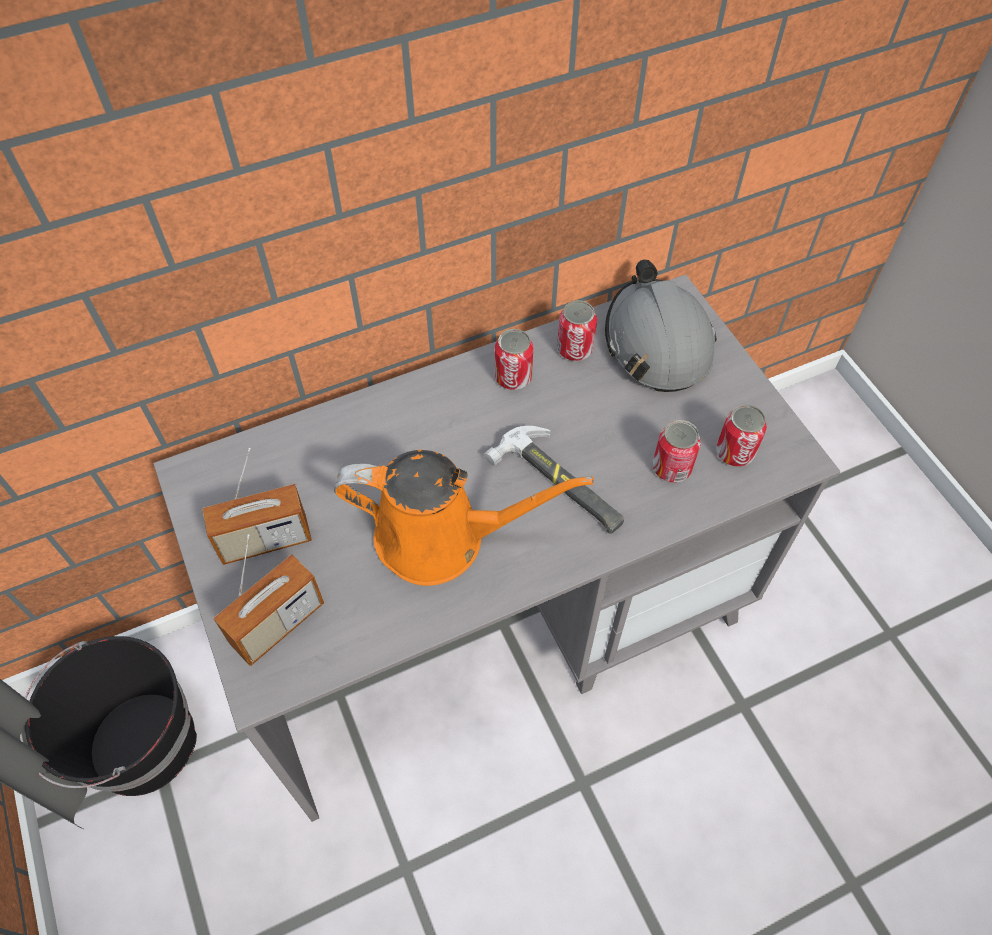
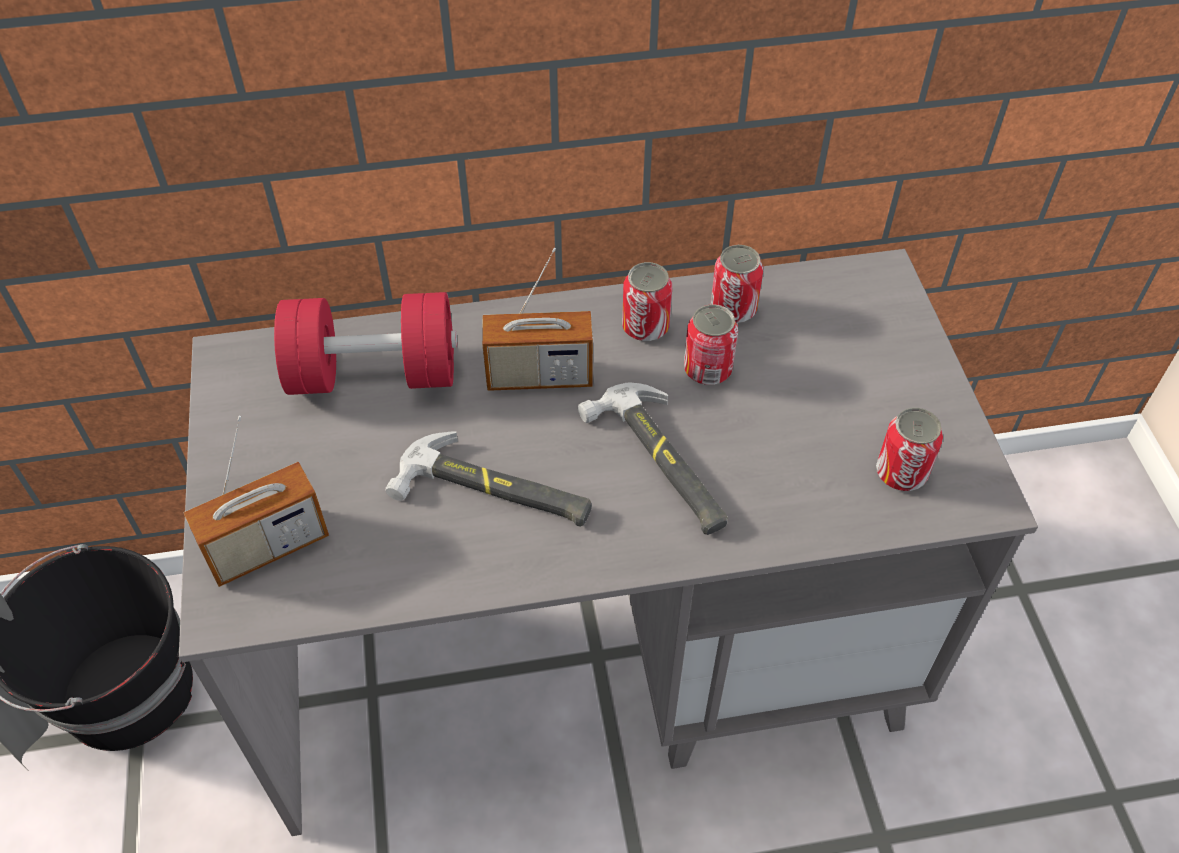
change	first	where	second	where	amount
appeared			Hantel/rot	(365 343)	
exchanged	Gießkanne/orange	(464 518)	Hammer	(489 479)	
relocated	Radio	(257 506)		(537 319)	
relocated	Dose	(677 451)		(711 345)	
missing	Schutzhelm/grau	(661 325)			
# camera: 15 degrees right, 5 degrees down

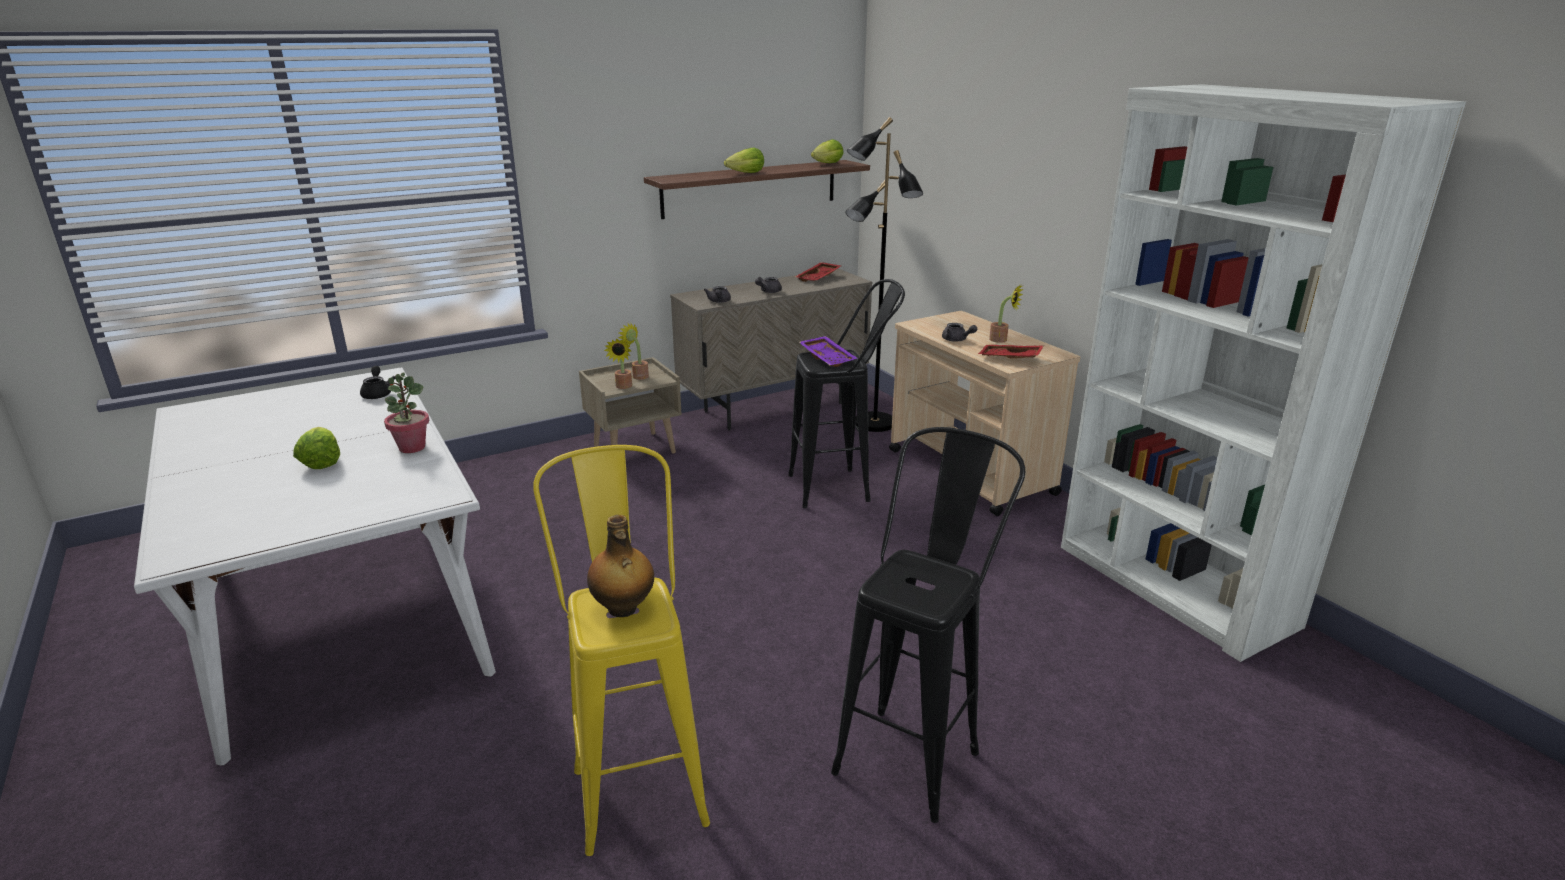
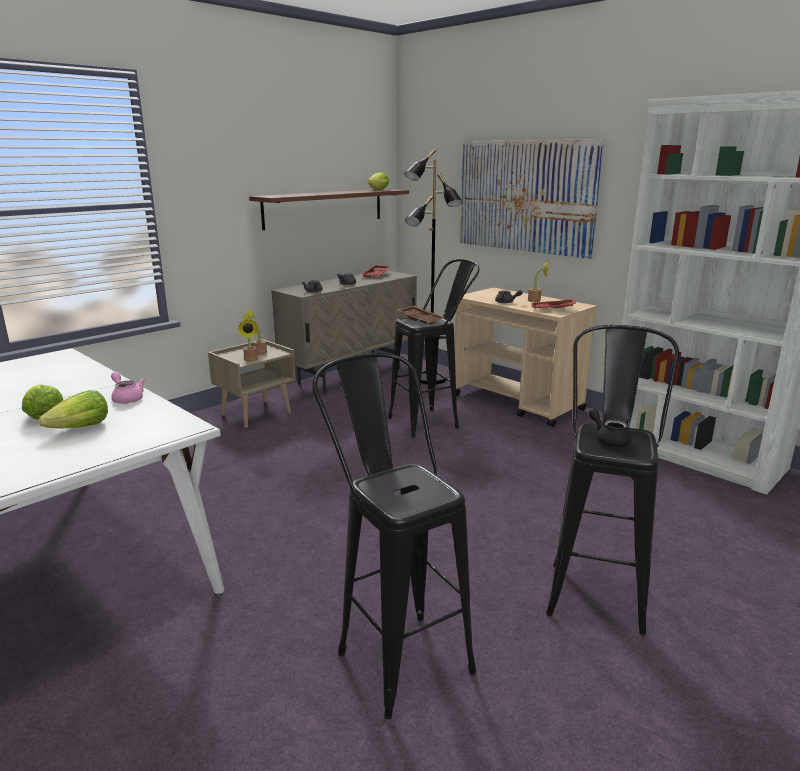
change	first	where	second	where	amount
relocated	Salatkopf	(744 160)		(73 409)	
exchanged	Topfpflanze	(406 413)	Teekanne/rosa	(128 388)	
colour	Hocker/gelb	(621 650)	Hocker/schwarz	(394 536)	
colour	Tablett/lila	(828 351)	Tablett/braun	(422 315)	
appeared			Bild	(532 199)	
relocated	Teekanne/schwarz	(377 382)		(610 427)	
missing	Flasche	(620 566)			
# camera: 15 degrees left, 5 degrees down

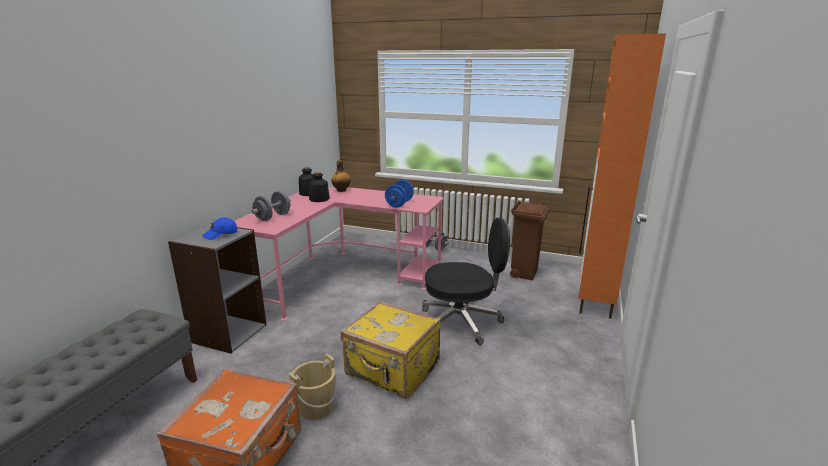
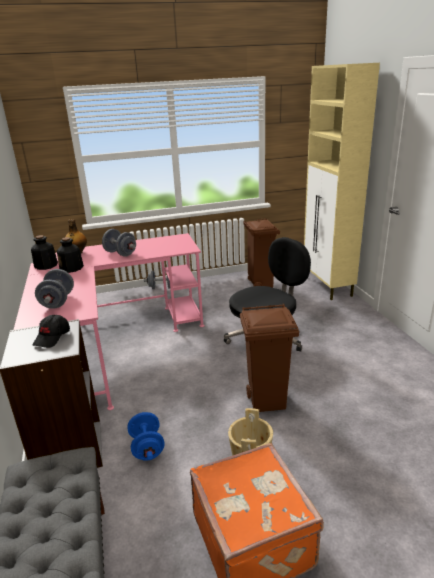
change	first	where	second	where	amount
colour	Kappe/blau	(219 228)	Kappe/schwarz	(51 331)	
appeared			Hantel/grau	(119 243)	
relocated	Hantel/blau	(399 194)		(146 436)	
exchanged	Koffer/gelb	(391 350)	Mülleimer/braun	(269 358)	
colour	Schrank/orange	(622 176)	Schrank/beige	(342 181)	
# camera: 35 degrees left, 5 degrees up

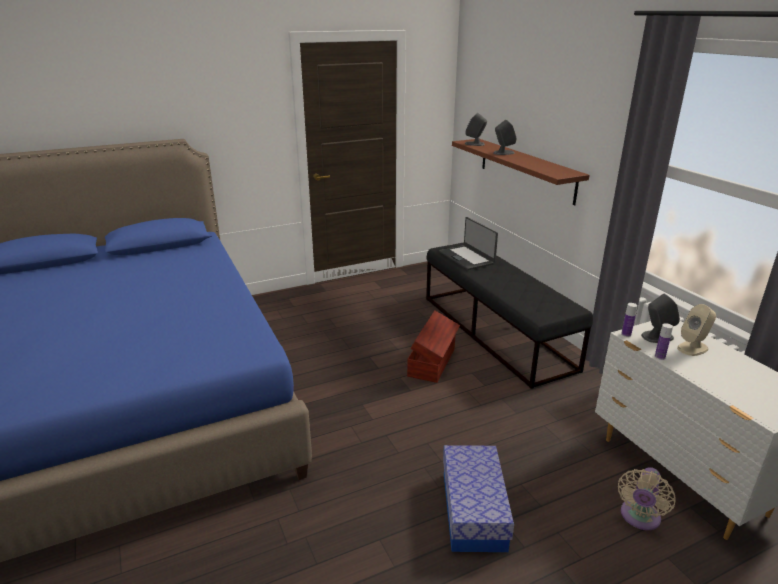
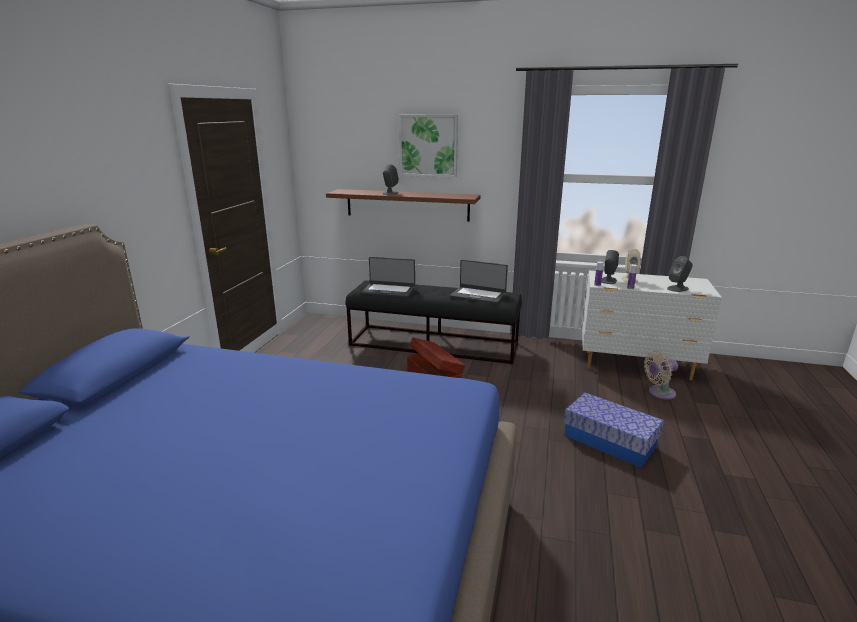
change	first	where	second	where	amount
appeared			Bild	(428 146)	
appeared			Laptop	(479 282)	
spun	Ventilator/beige	(647 498)		(661 375)	90 degrees clockwise
relocated	Lautsprecher/grau	(476 129)		(680 274)	
# camera: 50 degrees left, 5 degrees down

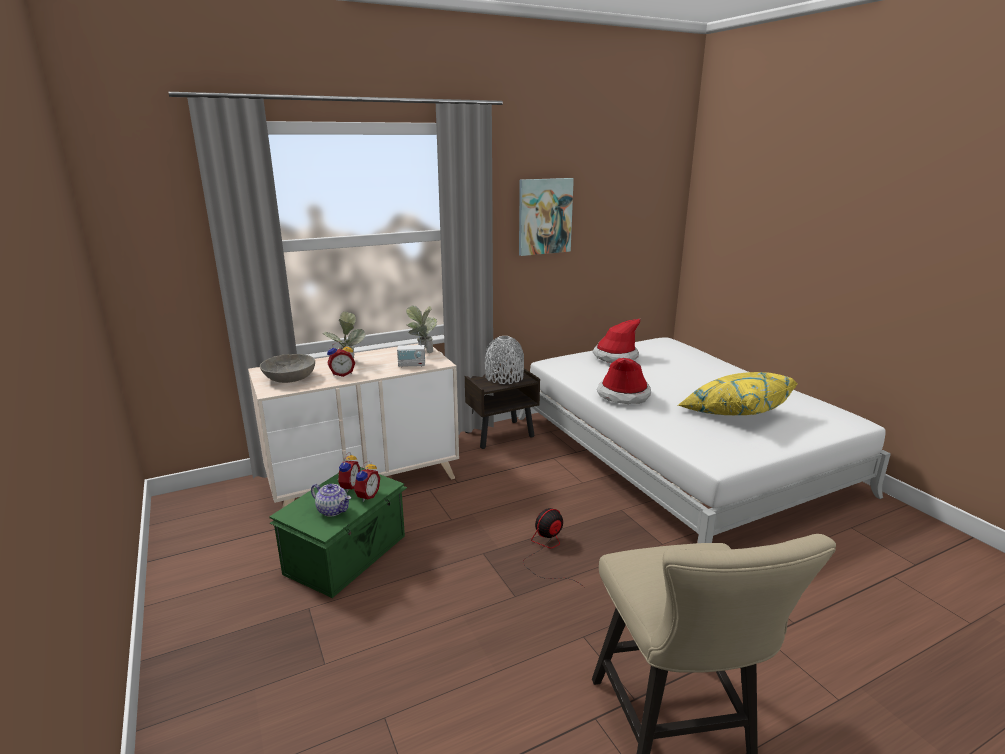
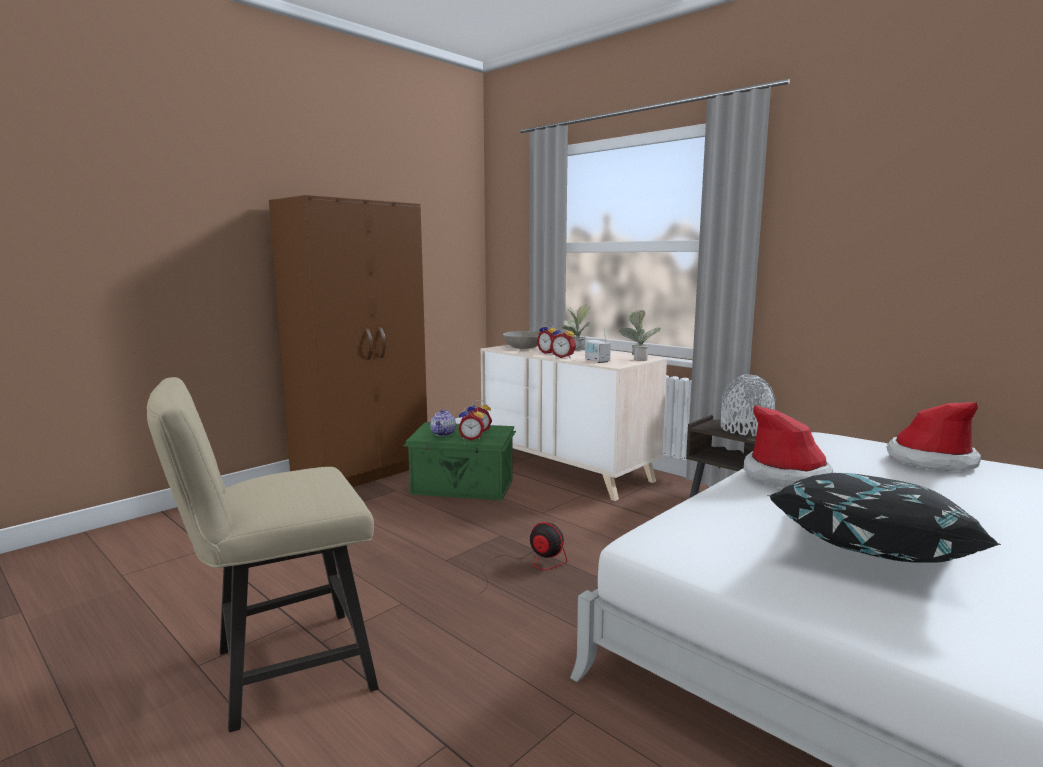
change	first	where	second	where	amount
appeared			Kleiderschrank/braun	(348 341)	
appeared			Wecker	(563 341)	
colour	Kissen/gelb	(738 393)	Kissen/schwarz	(884 518)	
missing	Bild	(546 217)			
# camera: 70 degrees right, 10 degrees down

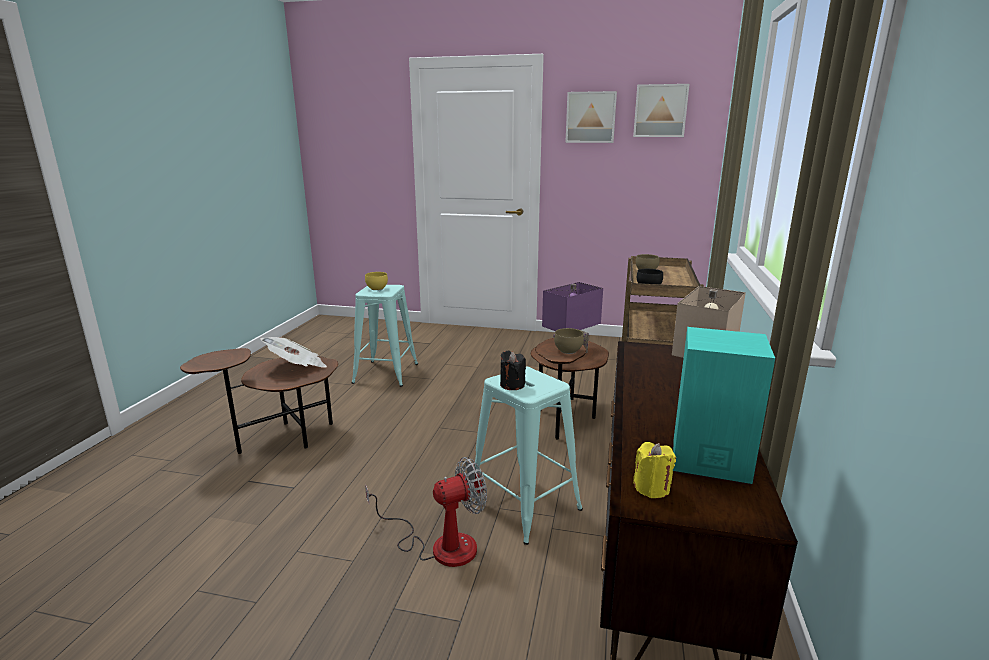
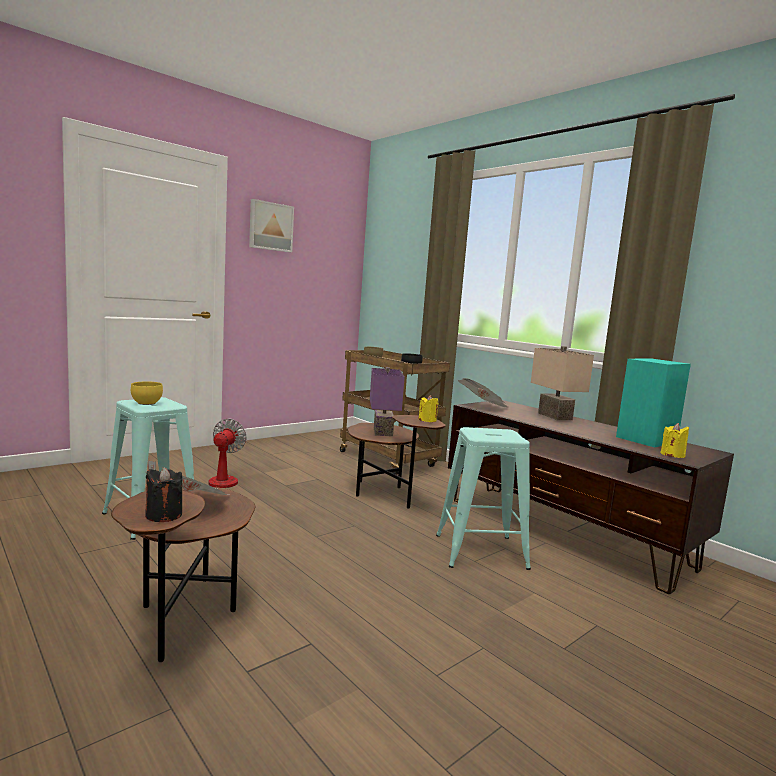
change	first	where	second	where	amount
relocated	Kerze/schwarz	(513 370)		(163 494)	
relocated	Ventilator	(426 512)		(197 453)	
exchanged	Schüssel/braun	(569 341)	Kerze/gelb	(428 408)	
appeared			Zeitung	(483 392)	
missing	Bild	(661 110)			
# camera: 55 degrees left, 10 degrees down

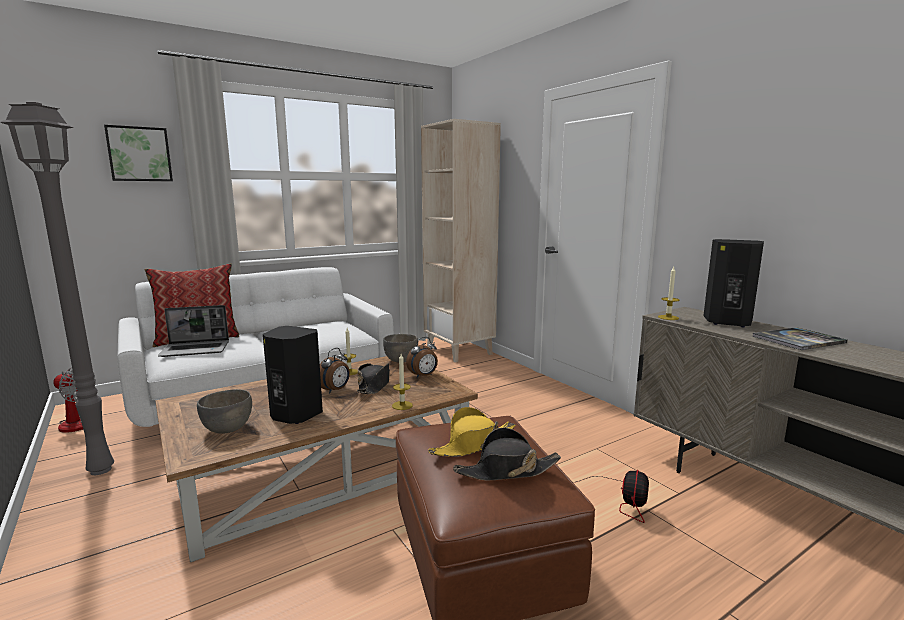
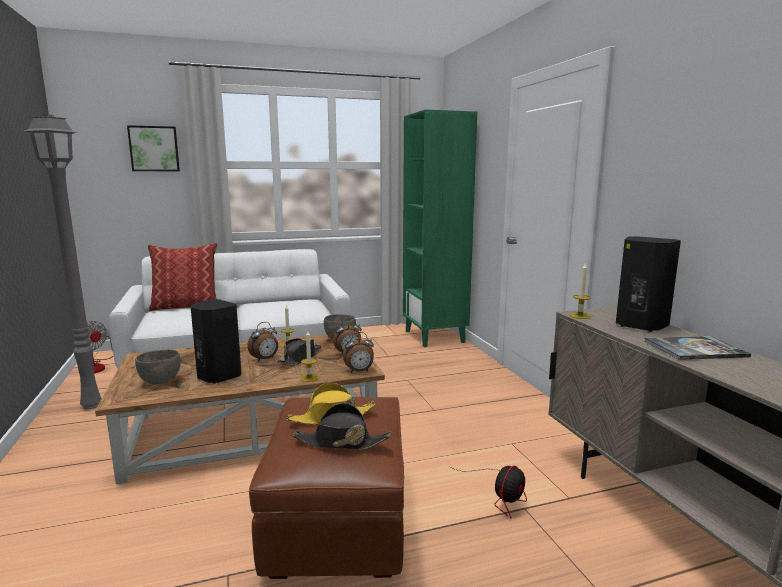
change	first	where	second	where	amount
appeared			Wecker	(358 352)	
colour	Bücherregal/beige	(461 241)	Bücherregal/grün	(440 228)	
missing	Laptop	(193 331)			
# camera: 15 degrees right, 0 degrees up

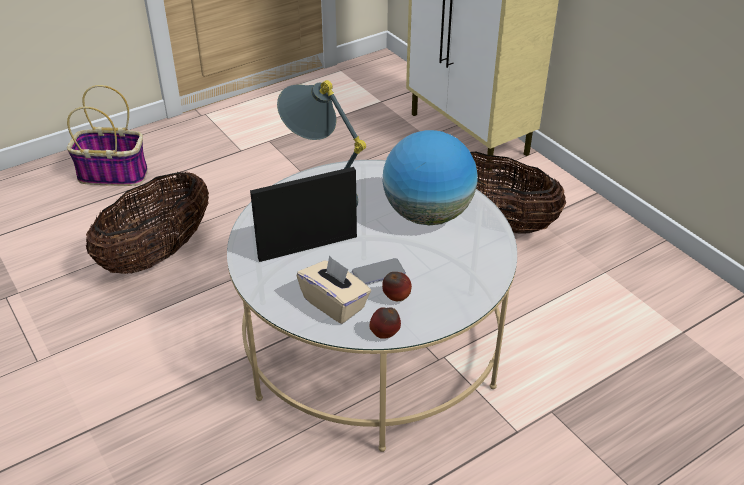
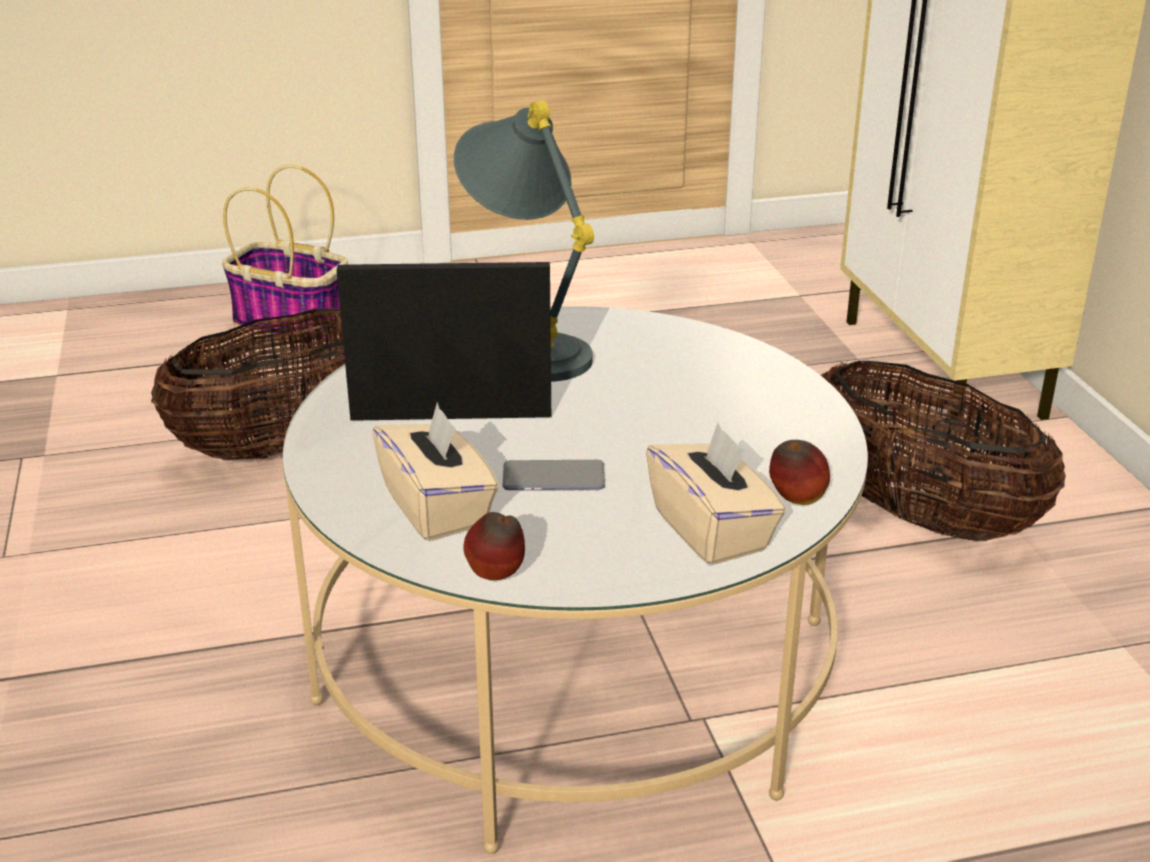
change	first	where	second	where	amount
appeared			Taschentuchbox/beige	(716 494)	
relocated	Apfel	(397 286)		(799 472)	
missing	Globus	(430 177)			
# camera: 20 degrees right, 10 degrees down

